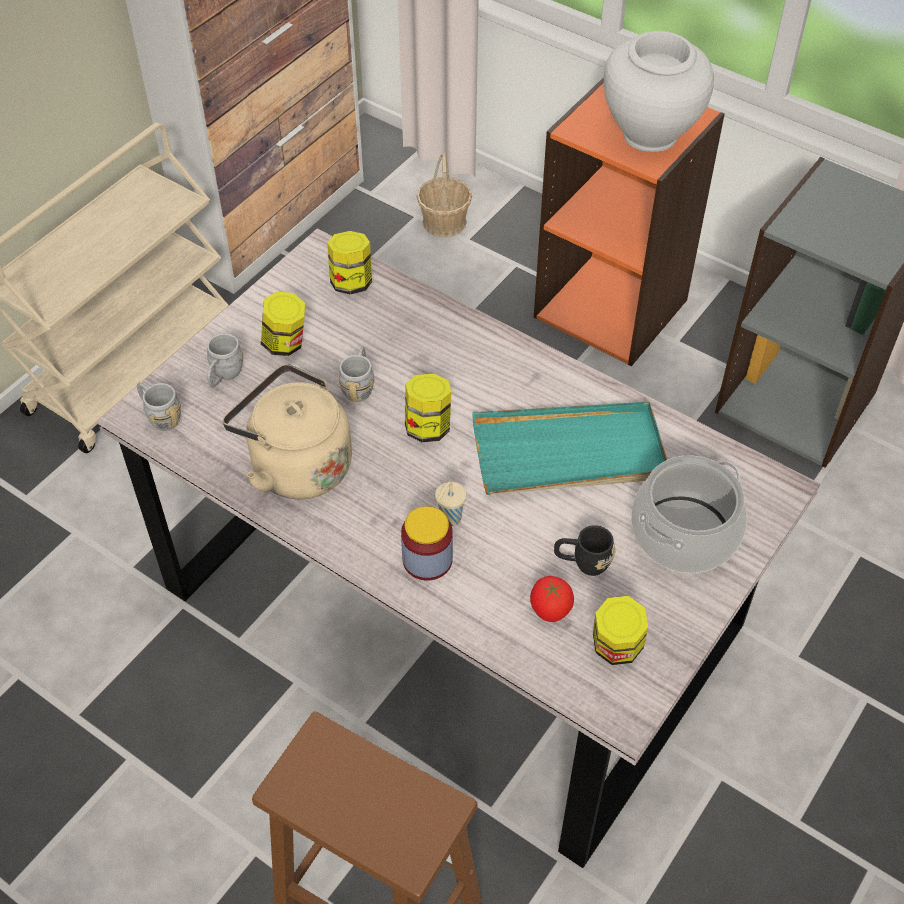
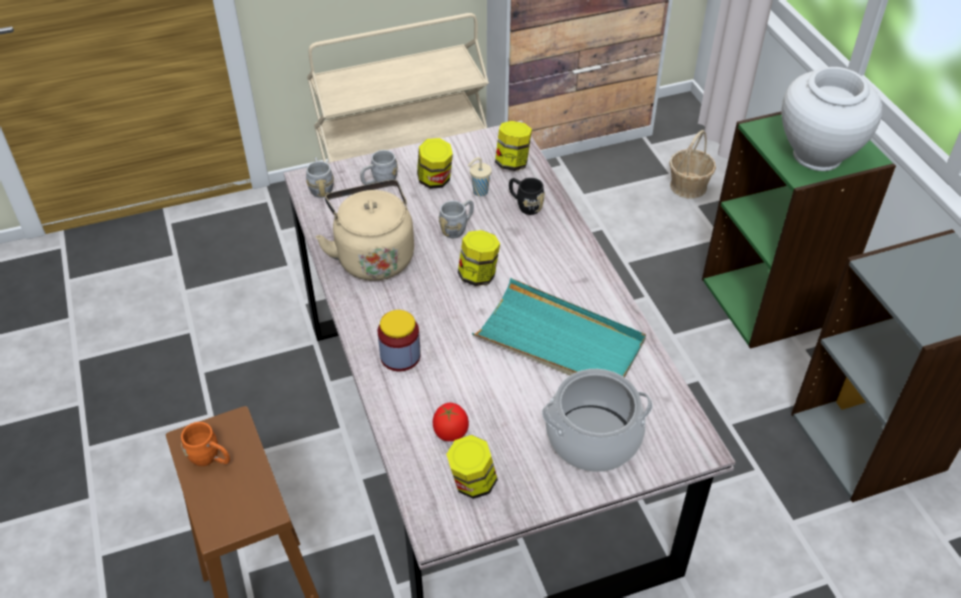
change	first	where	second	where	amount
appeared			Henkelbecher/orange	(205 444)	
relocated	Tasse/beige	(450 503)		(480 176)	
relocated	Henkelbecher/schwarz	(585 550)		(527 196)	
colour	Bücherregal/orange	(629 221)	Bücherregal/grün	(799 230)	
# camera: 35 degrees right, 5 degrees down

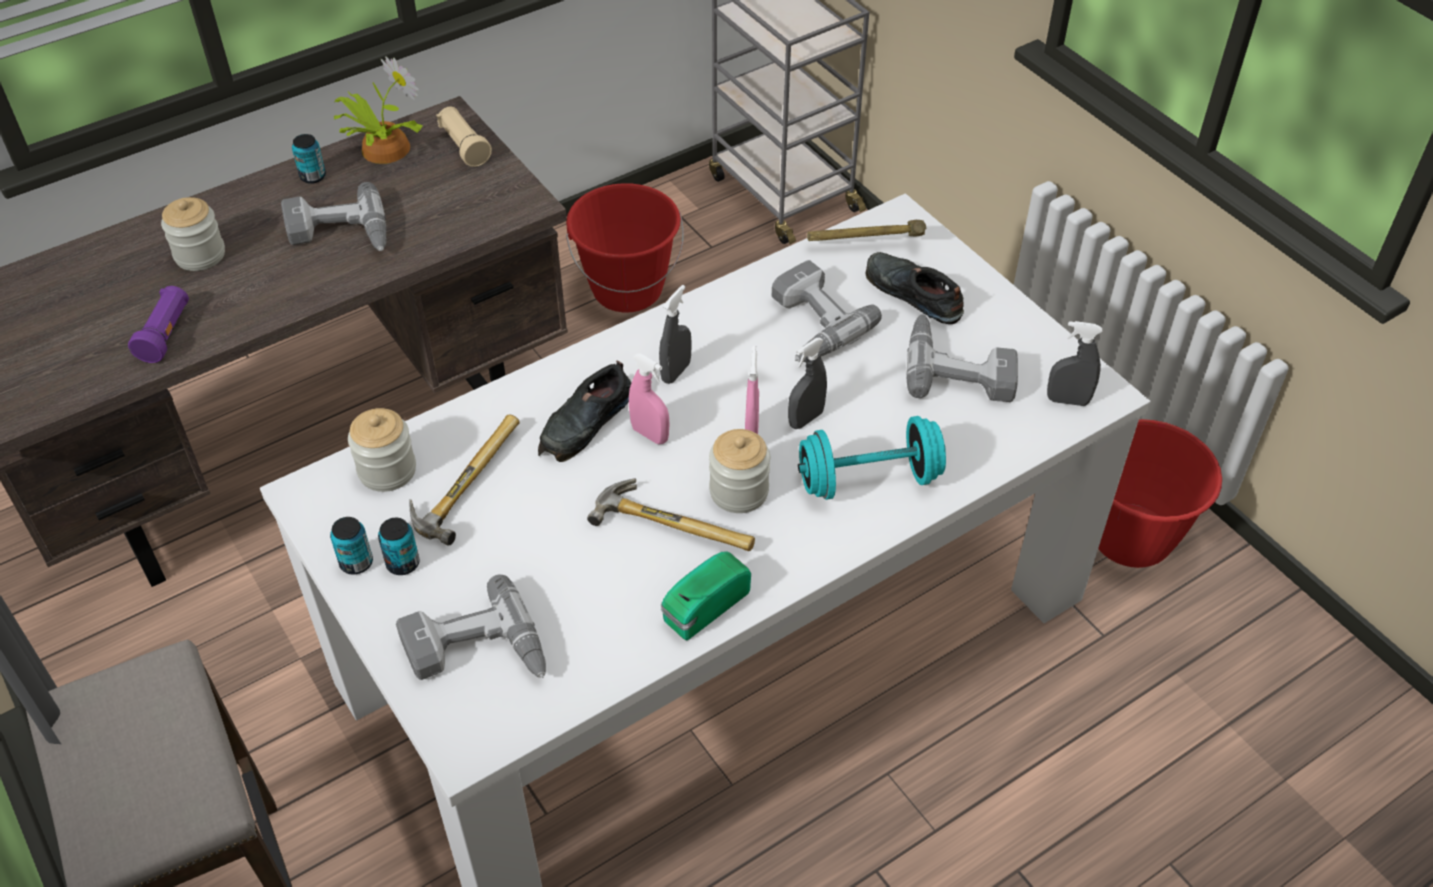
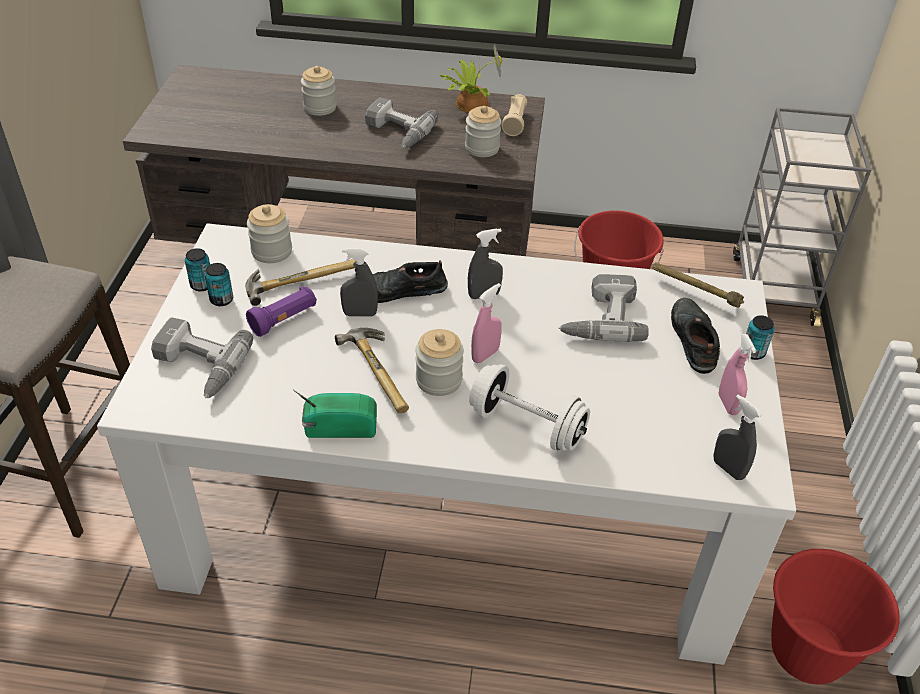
change	first	where	second	where	amount
relocated	Taschenlampe/lila	(158 324)		(281 311)	
relocated	Sprühflasche/grau	(807 383)		(359 282)	
appeared			Vorratsglas	(483 131)	
colour	Hantel/türkis	(872 458)	Hantel/weiß	(529 407)	
relocated	Sprühflasche/rosa	(649 398)		(737 374)	
relocated	Dose	(309 159)		(760 337)	
missing	Bohrmaschine	(962 358)			
# camera: 40 degrees right, 5 degrees down

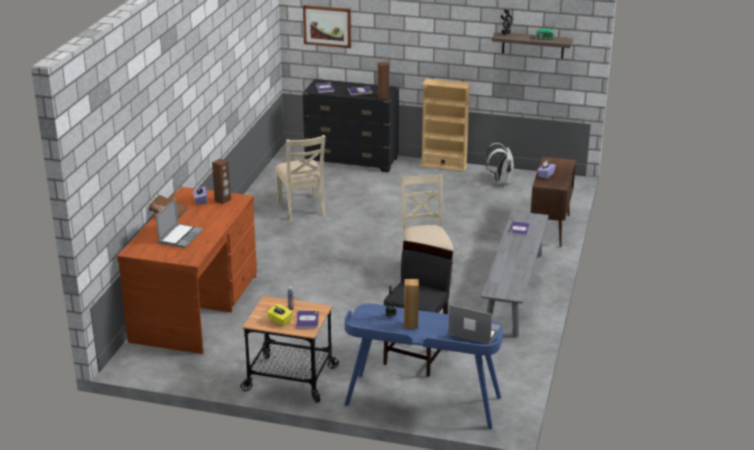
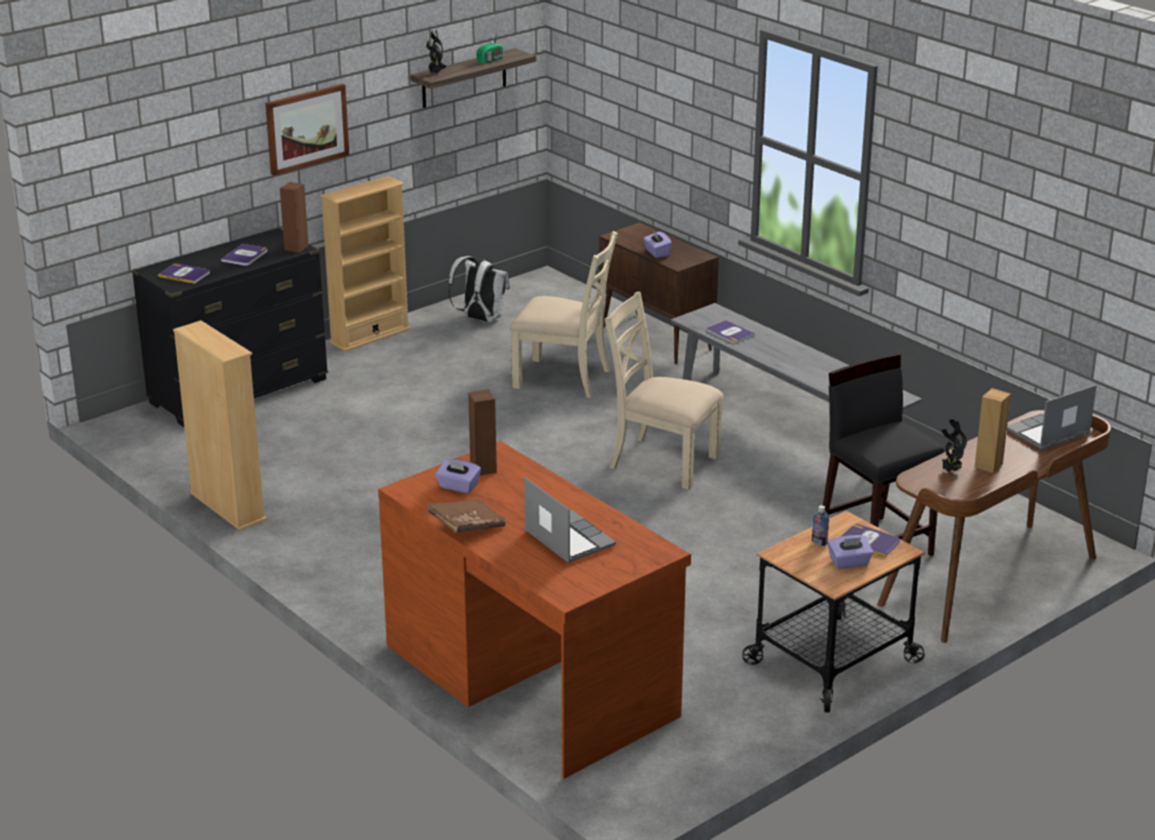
change	first	where	second	where	amount
appeared			Bücherregal/beige	(220 425)	
relocated	Bild	(327 26)		(307 130)	
relocated	Stuhl/beige	(300 178)		(564 314)	
colour	Taschentuchbox/gelb	(280 315)	Taschentuchbox/lila	(850 552)	
colour	Schreibtisch/blau	(423 366)	Schreibtisch/braun	(994 526)	
# camera: 55 degrees left, 0 degrees up

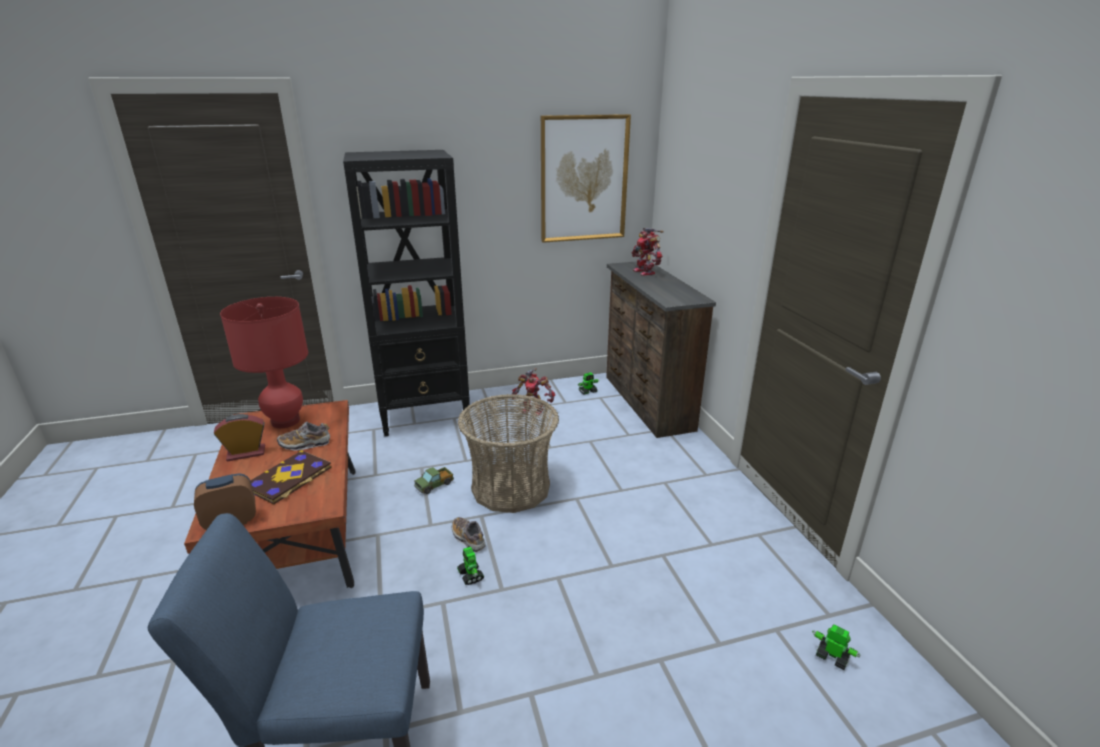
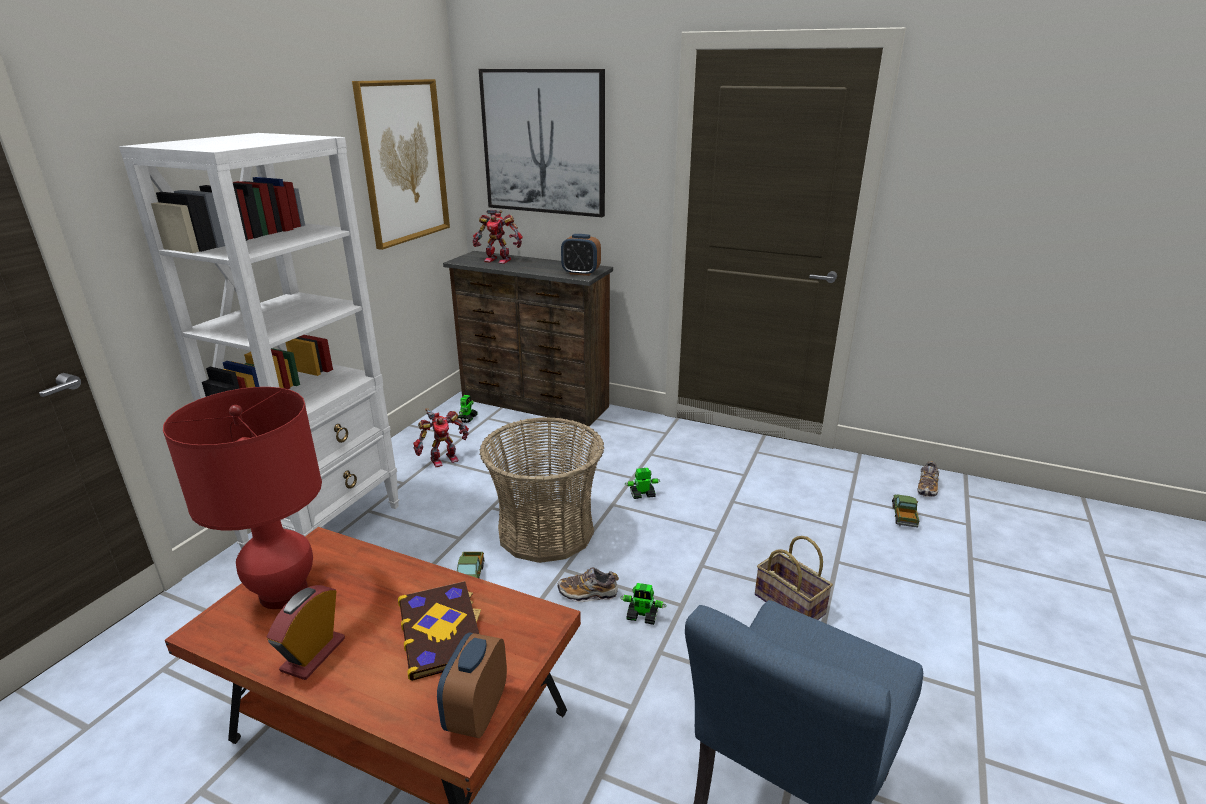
change	first	where	second	where	amount
colour	Bücherregal/schwarz	(406 293)	Bücherregal/weiß	(259 341)	
appeared			Bild	(542 143)	
appeared			Wecker	(581 255)	
relocated	Spielzeugroboter	(837 647)		(642 483)	
appeared			Korb	(794 578)	
appeared			Spielzeuglaster	(906 510)	
relocated	Schuh	(303 436)		(928 479)	
# camera: 50 degrees left, 0 degrees up

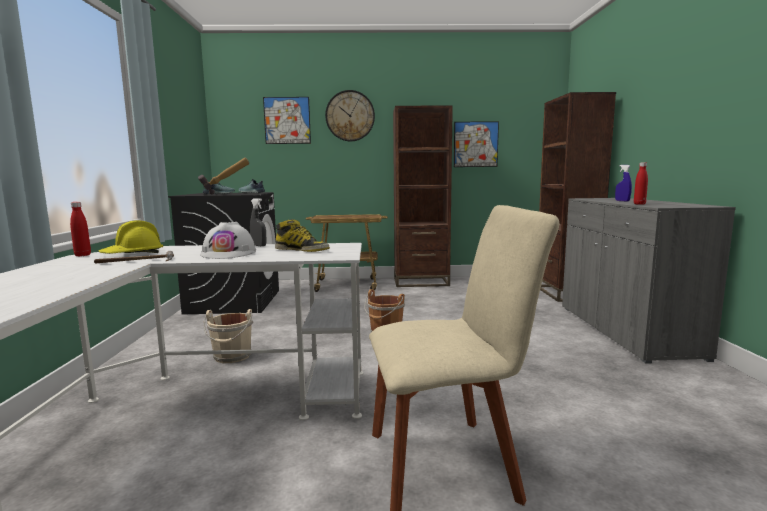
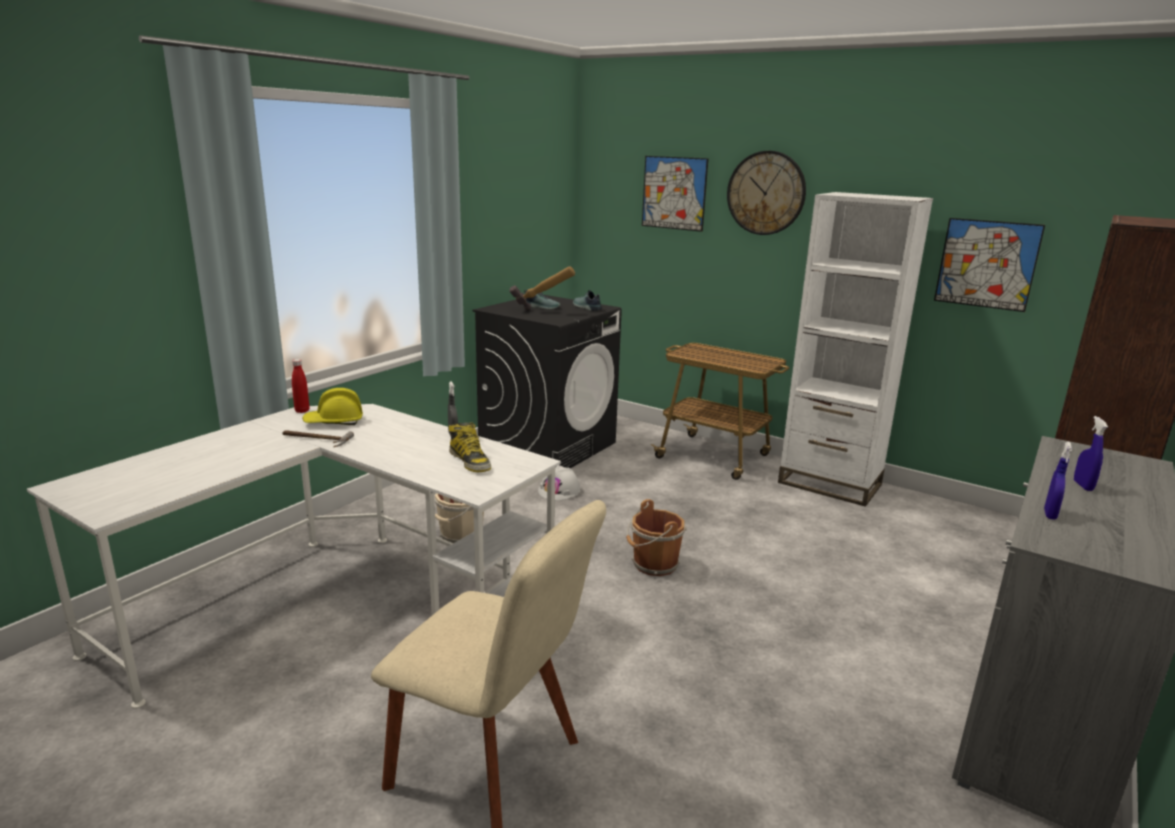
change	first	where	second	where	amount
relocated	Schutzhelm/weiß	(228 240)		(559 482)	
colour	Bücherregal/braun	(423 196)	Bücherregal/weiß	(855 349)	
exchanged	Flasche/rot	(641 183)	Sprühflasche/blau	(1058 481)	
# camera: 35 degrees right, 10 degrees up

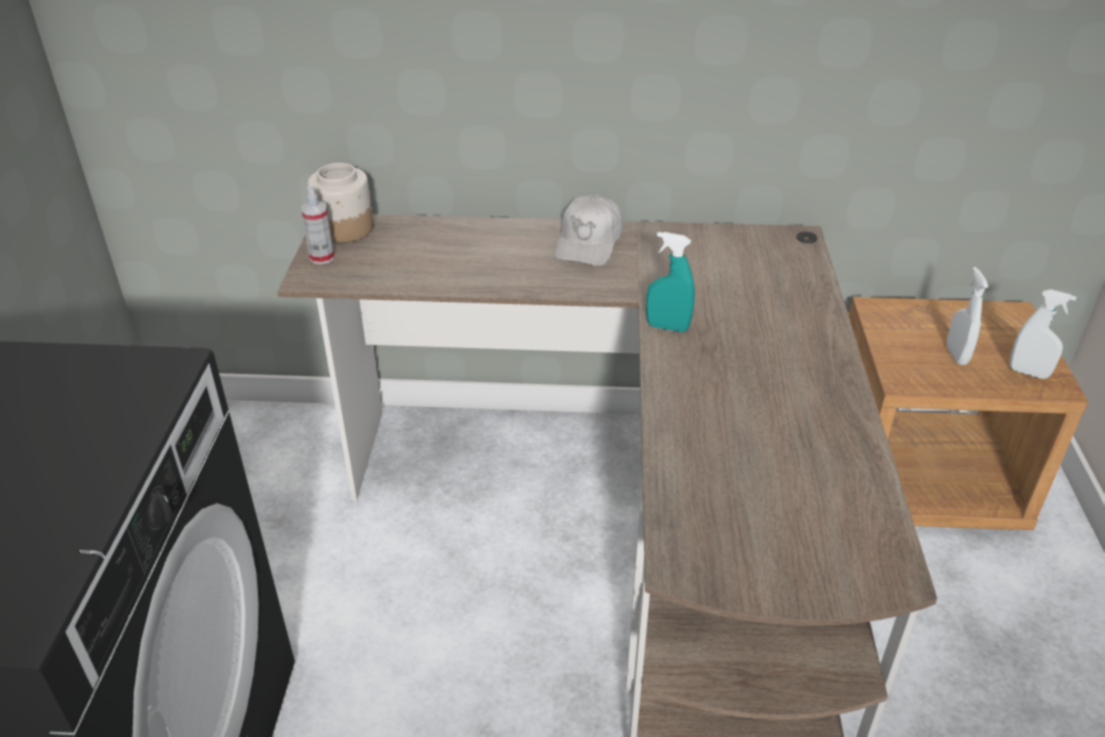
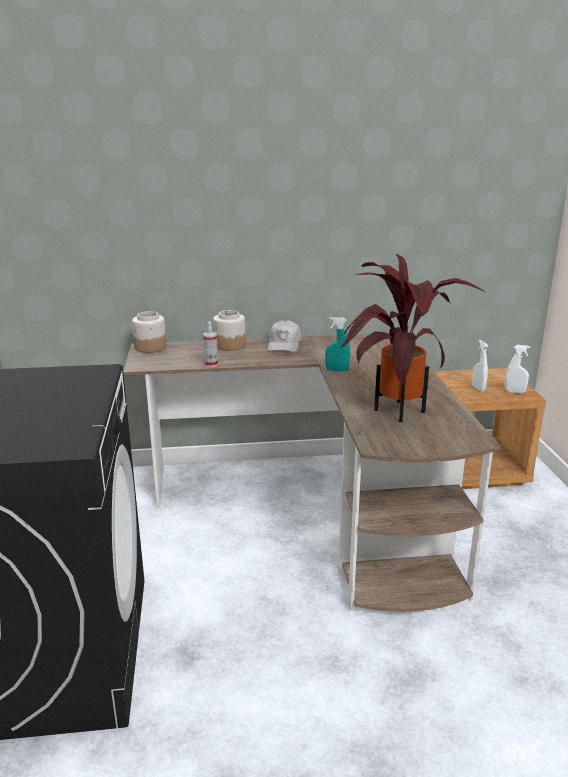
change	first	where	second	where	amount
relocated	Sprühflasche	(317 224)		(210 344)	
appeared			Vorratsglas	(229 330)	
appeared			Topfpflanze	(412 338)	
# camera: 10 degrees left, 15 degrees down

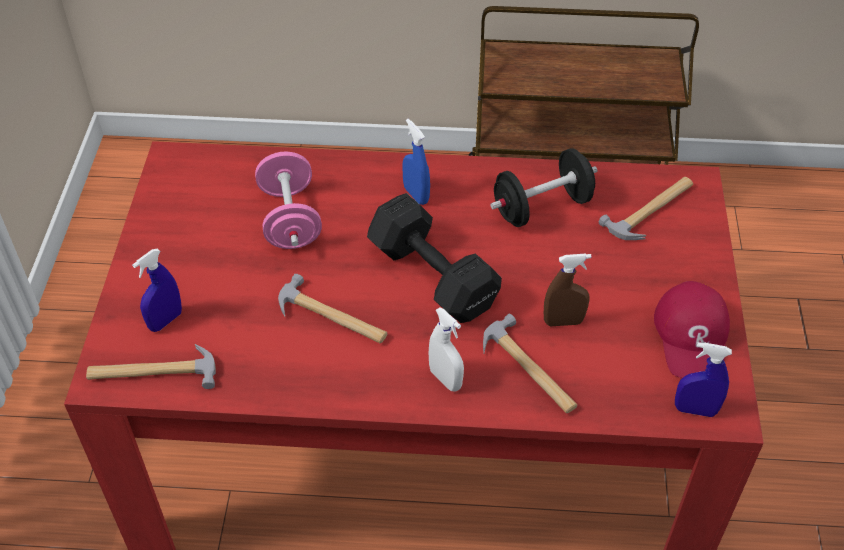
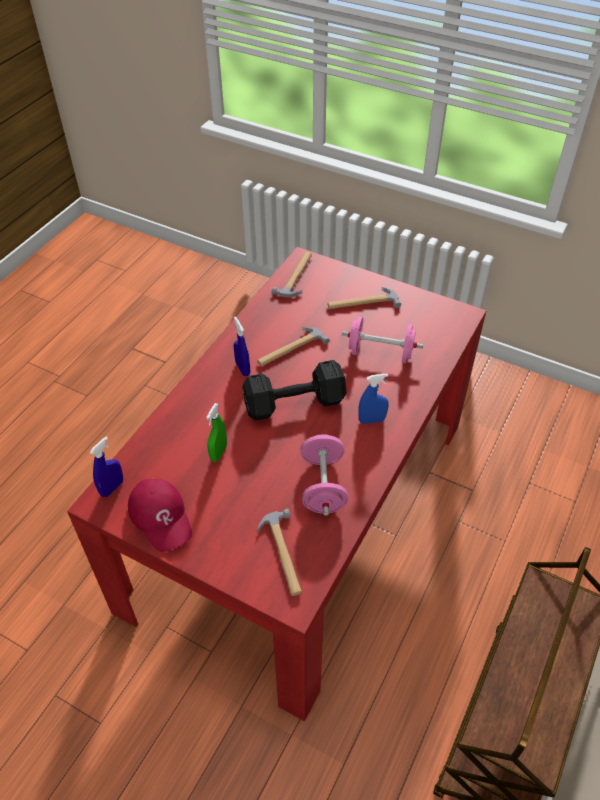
change	first	where	second	where	amount
spun	Kappe/rot	(692 329)		(160 515)	150 degrees counterclockwise
colour	Sprühflasche/braun	(568 289)	Sprühflasche/grün	(216 432)	
relocated	Sprühflasche/blau	(157 290)		(242 346)	
colour	Hantel/schwarz	(543 187)	Hantel/rosa	(324 474)	
relocated	Hammer	(530 363)		(364 298)	
missing	Sprühflasche/weiß	(446 349)			
# camera: 115 degrees right, 0 degrees up

